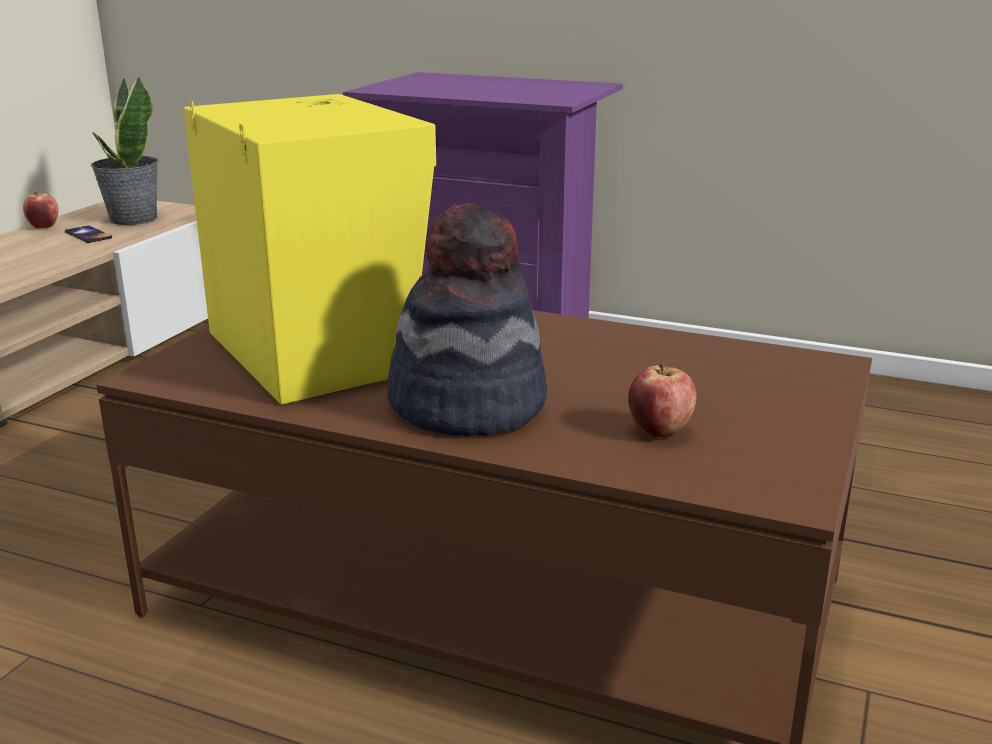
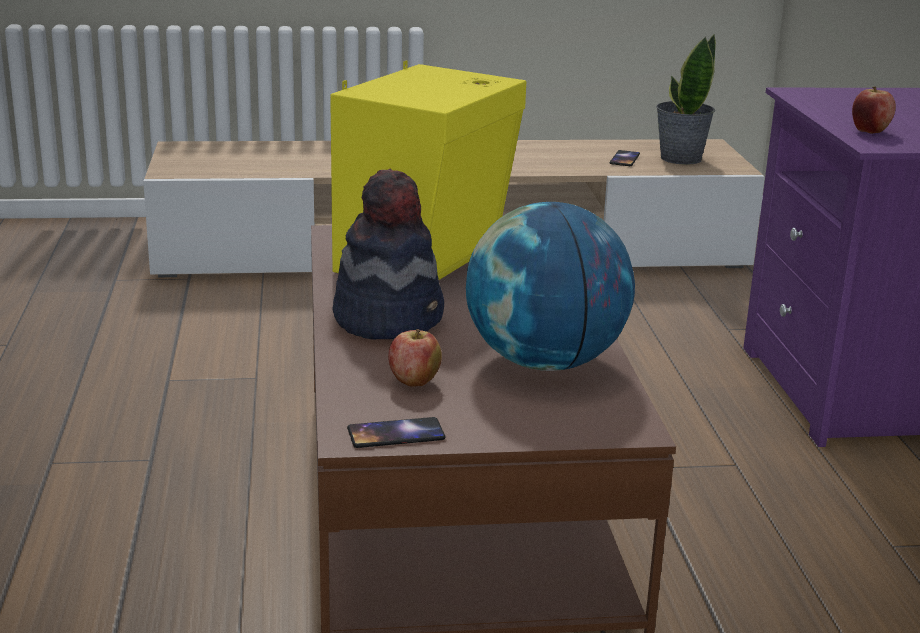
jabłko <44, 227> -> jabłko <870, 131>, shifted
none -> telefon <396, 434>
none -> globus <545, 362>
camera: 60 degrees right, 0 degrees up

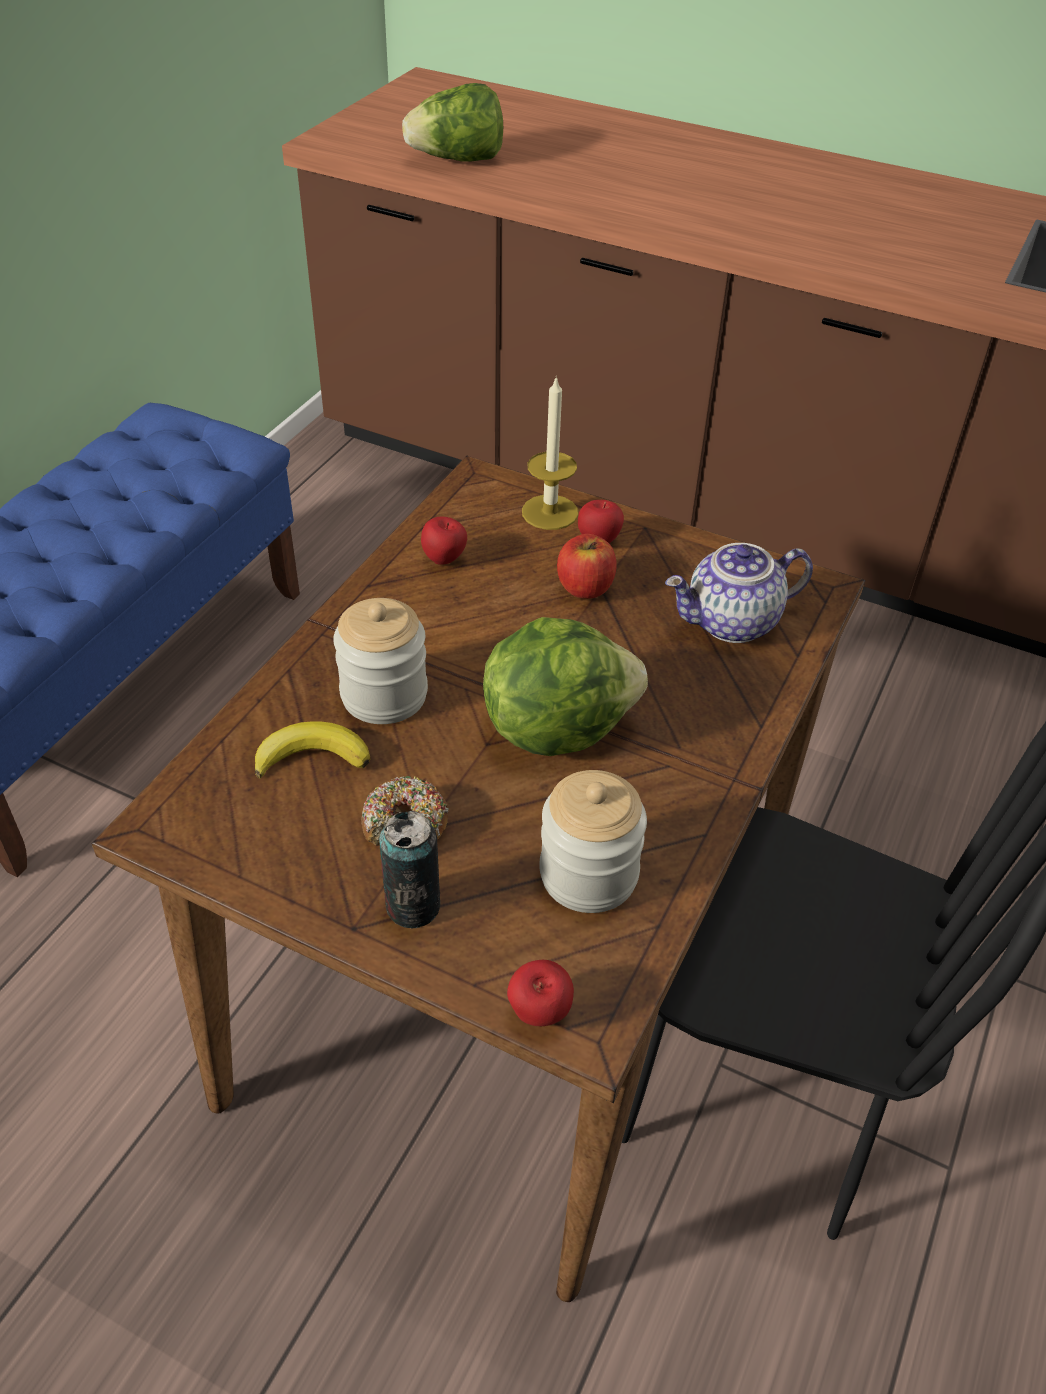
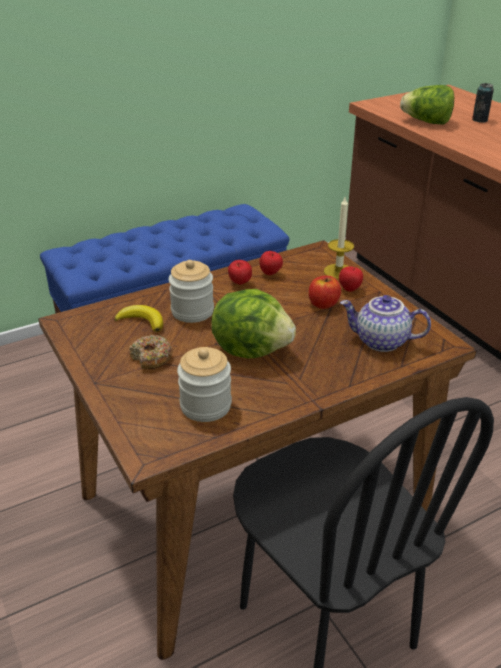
puszka <413, 906> -> puszka <479, 120>, shifted
jabłko <539, 1014> -> jabłko <239, 283>, shifted
camera: 35 degrees right, 10 degrees down

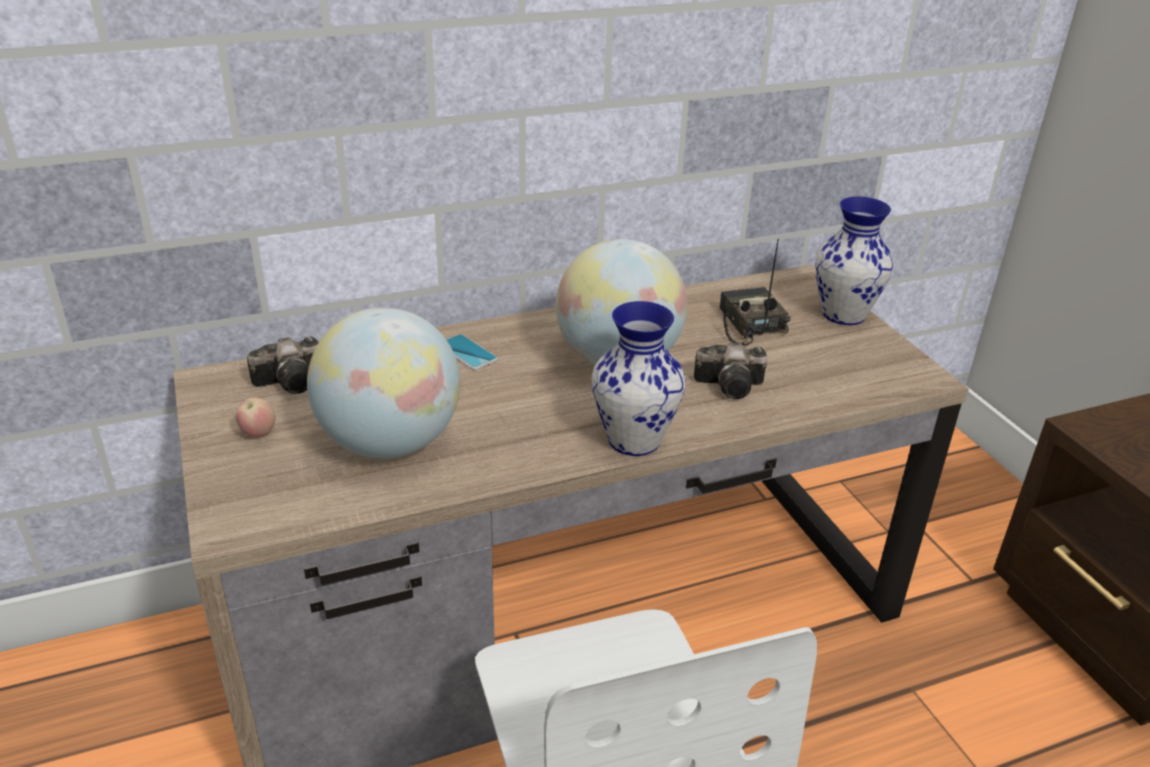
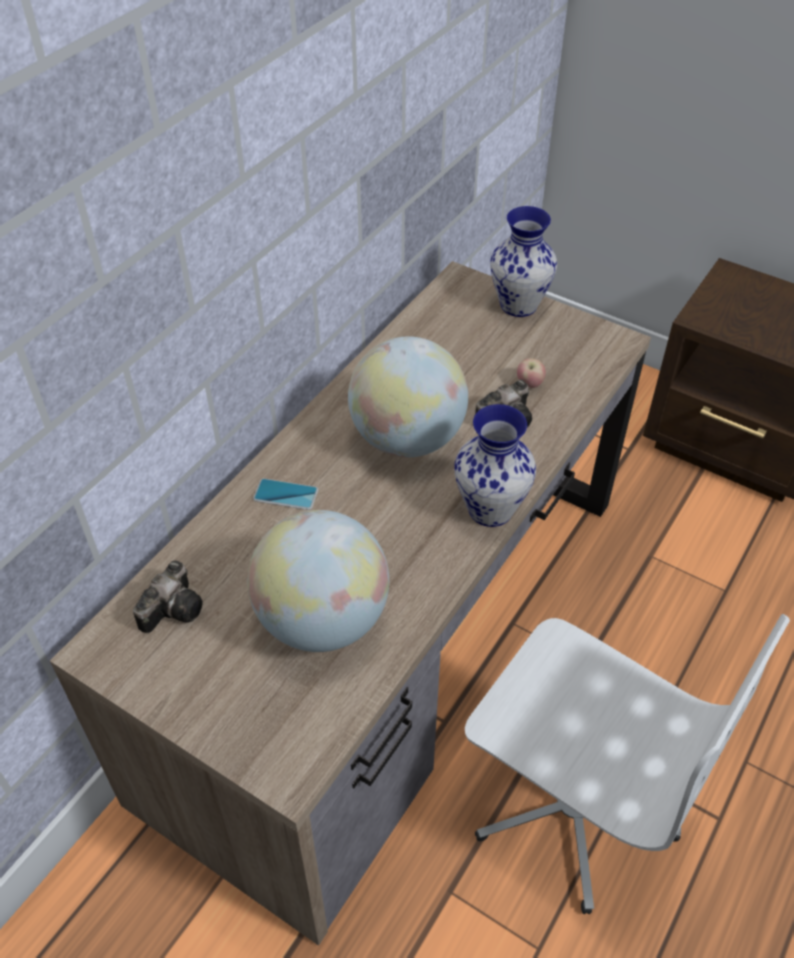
jabłko <258, 433> -> jabłko <529, 384>, shifted
radio <748, 324> -> none
camera: 35 degrees left, 15 degrees up

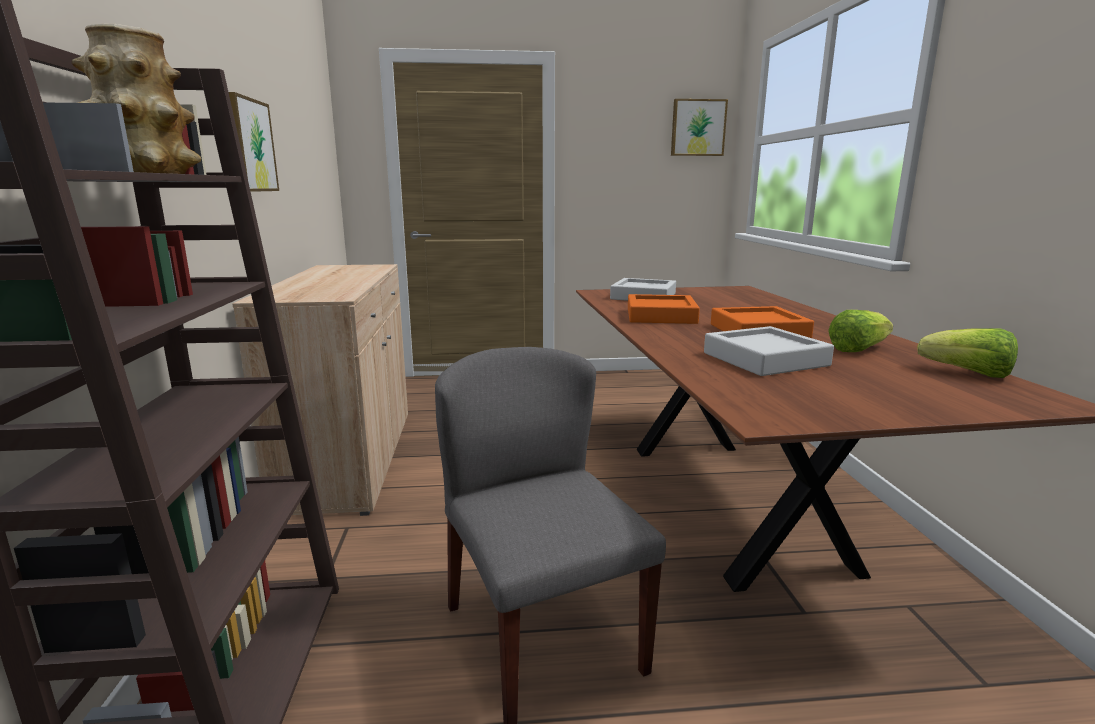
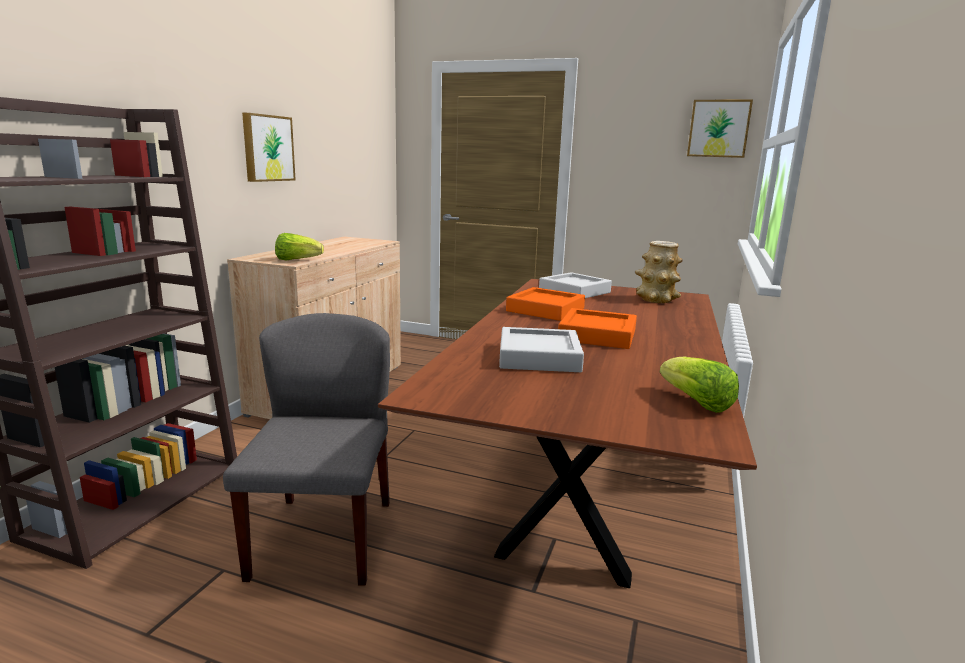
wazon <146, 173> -> wazon <655, 299>, shifted
sałata <857, 349> -> sałata <297, 260>, shifted
camera: 25 degrees right, 0 degrees up

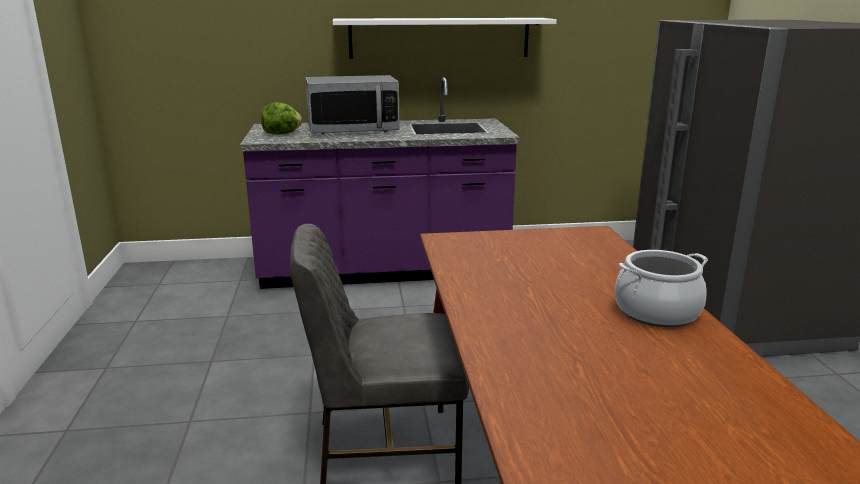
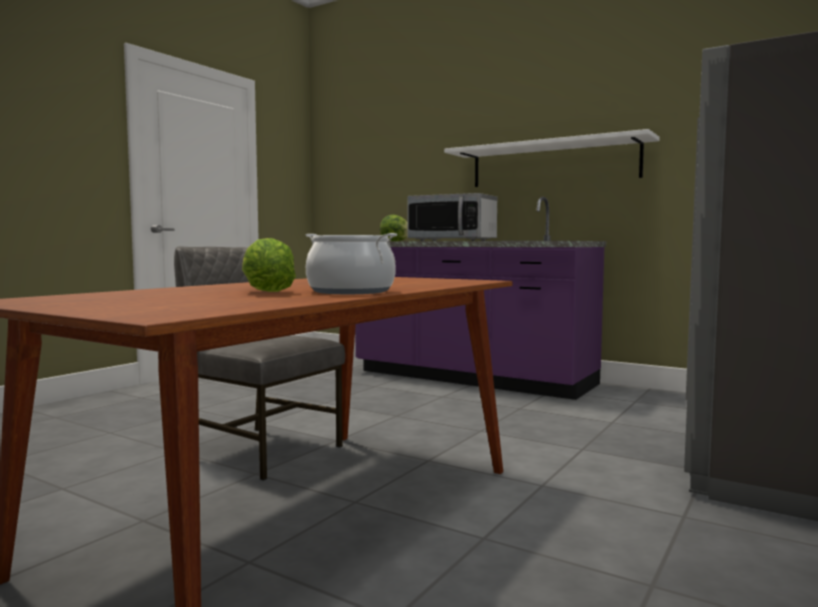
none -> sałata <267, 292>
camera: 40 degrees right, 15 degrees down

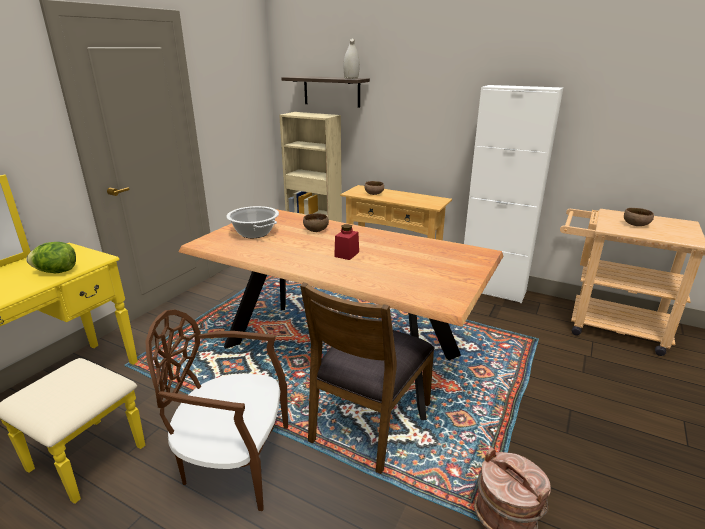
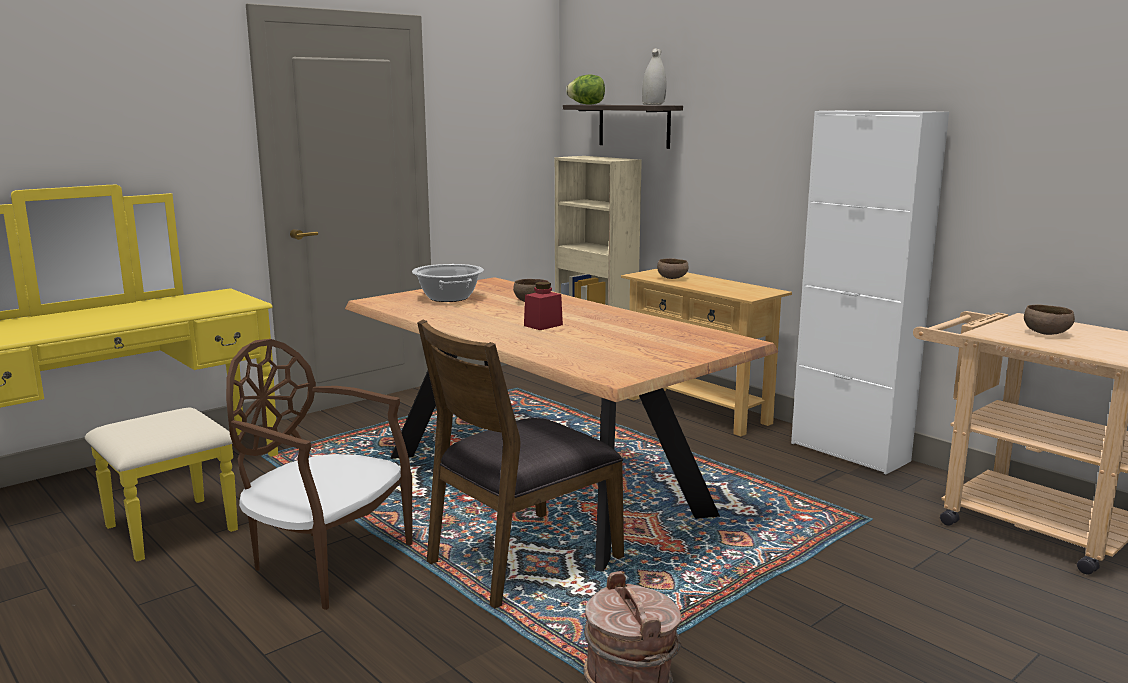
sałata <57, 271> -> sałata <586, 104>, shifted
camera: 20 degrees right, 10 degrees down

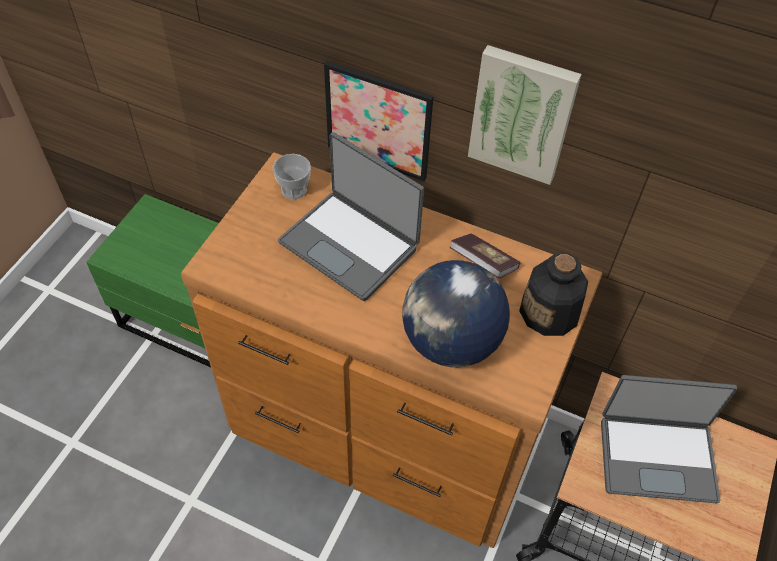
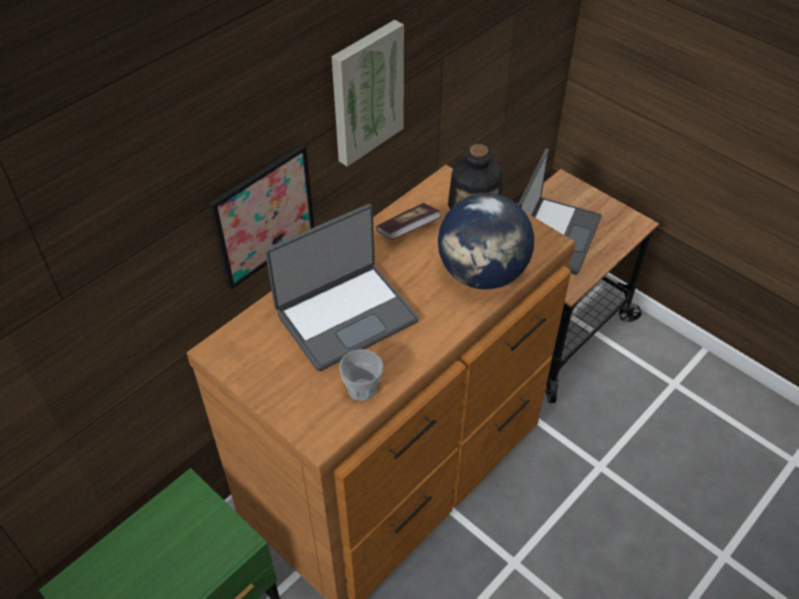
filiżanka <294, 190> -> filiżanka <362, 389>, shifted
camera: 70 degrees left, 5 degrees down

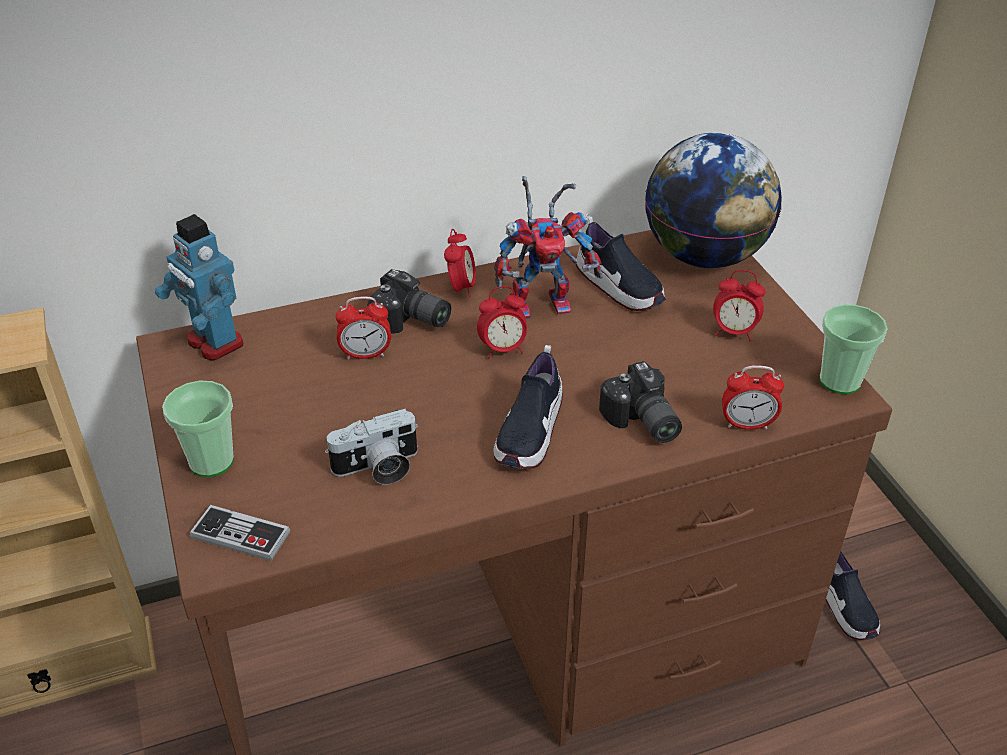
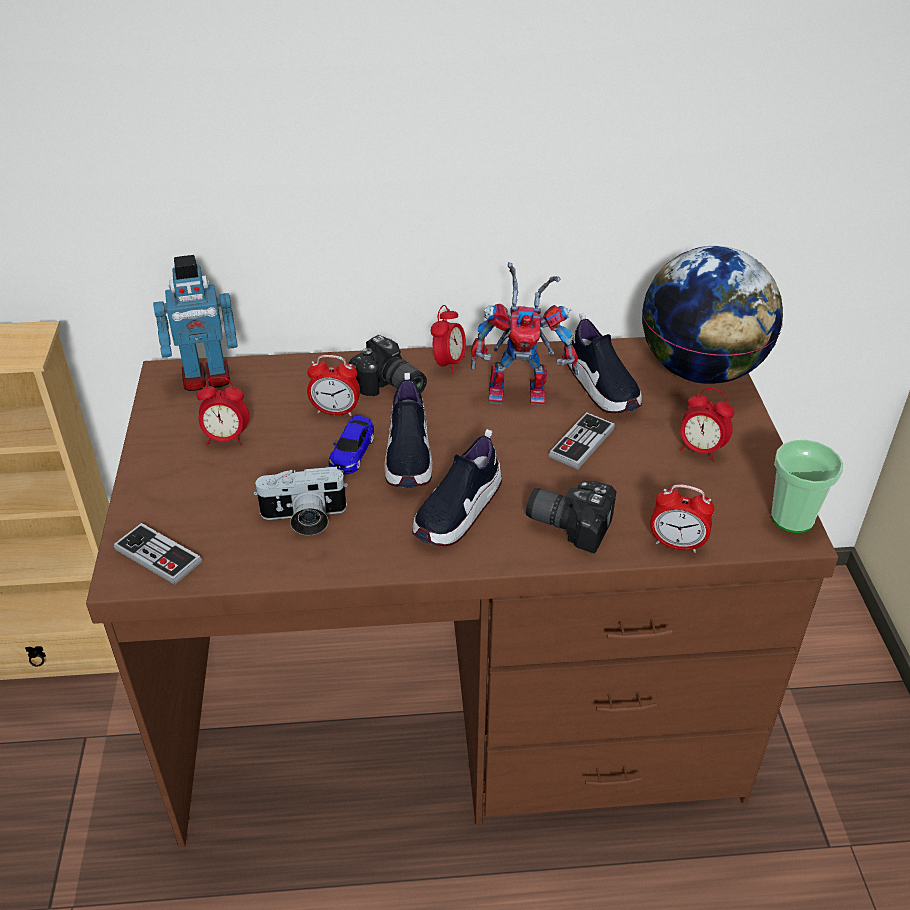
robot zabawkowy <214, 343> -> robot zabawkowy <206, 378>, 75 degrees counterclockwise
filiżanka <211, 461> -> none
budzik <503, 349> -> budzik <226, 439>, shifted
aparat fotograficzny <641, 422> -> aparat fotograficzny <570, 522>, 120 degrees clockwise
but <845, 607> -> but <408, 455>, shifted
none -> samochodzik <352, 452>
none -> pad do gier <581, 443>
camera: 15 degrees right, 0 degrees up

